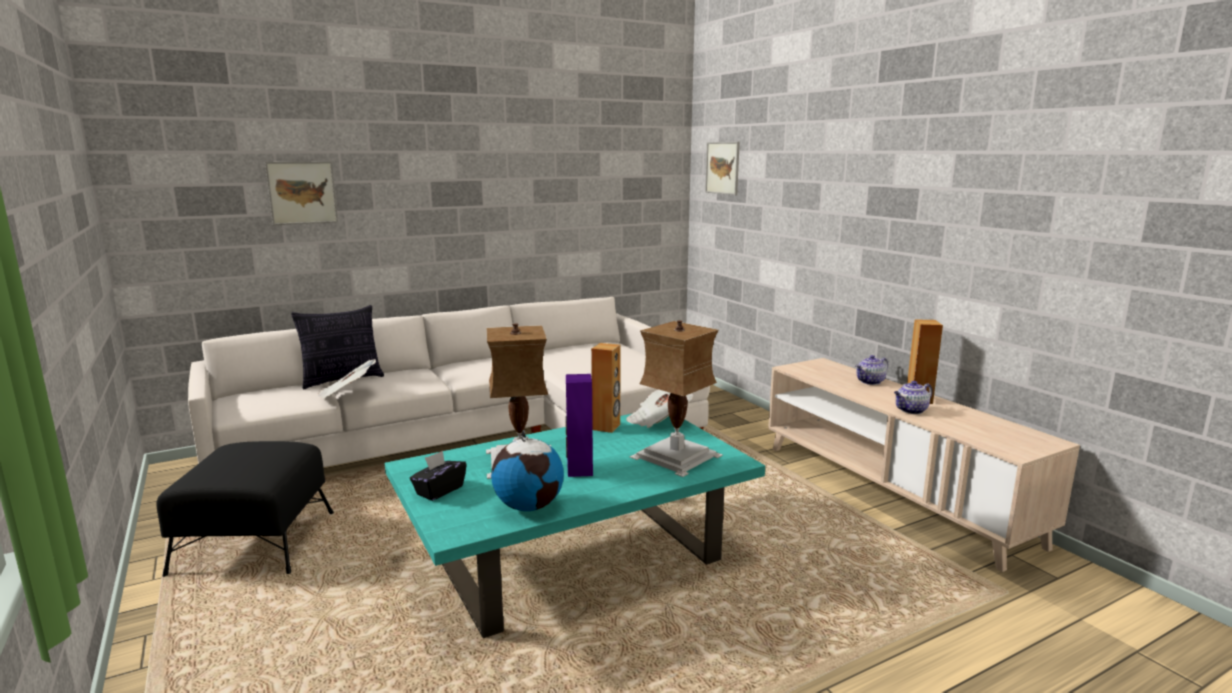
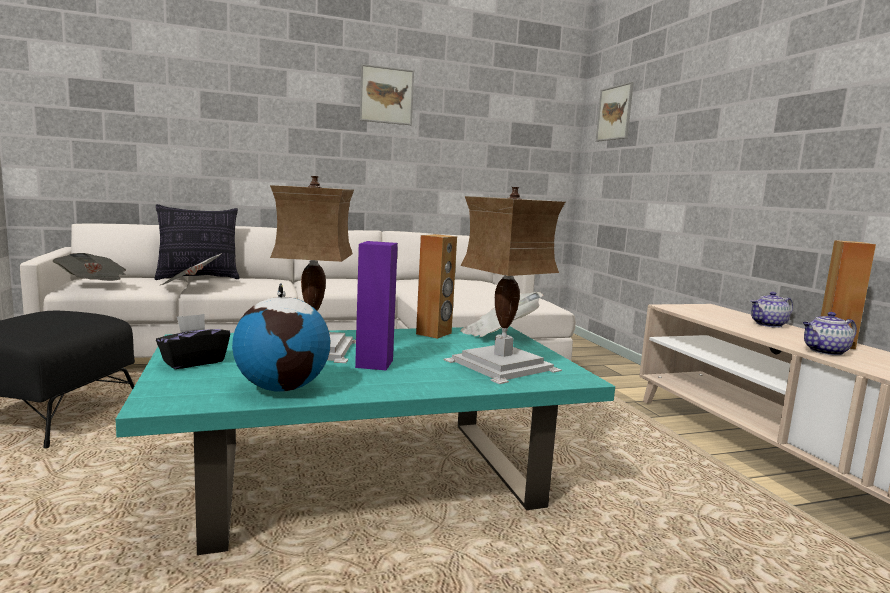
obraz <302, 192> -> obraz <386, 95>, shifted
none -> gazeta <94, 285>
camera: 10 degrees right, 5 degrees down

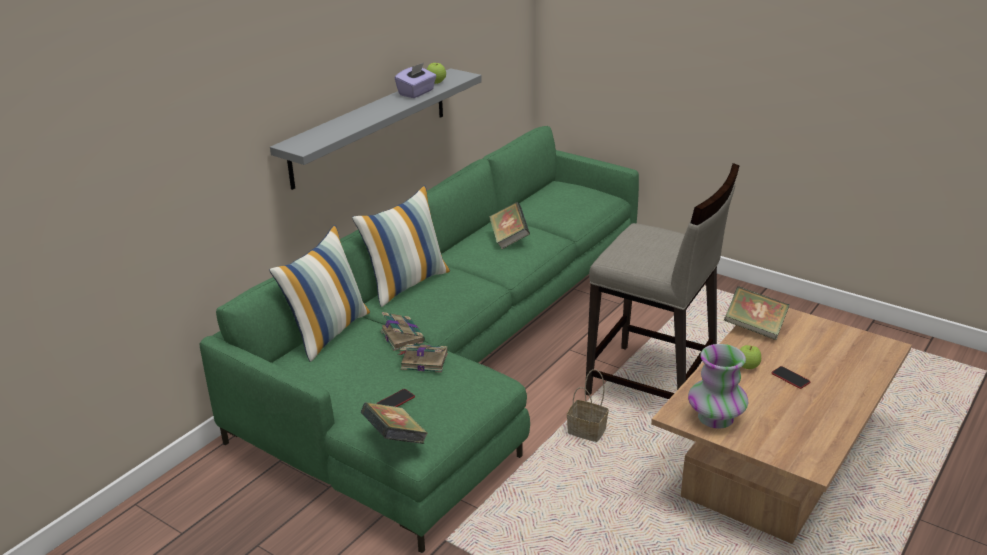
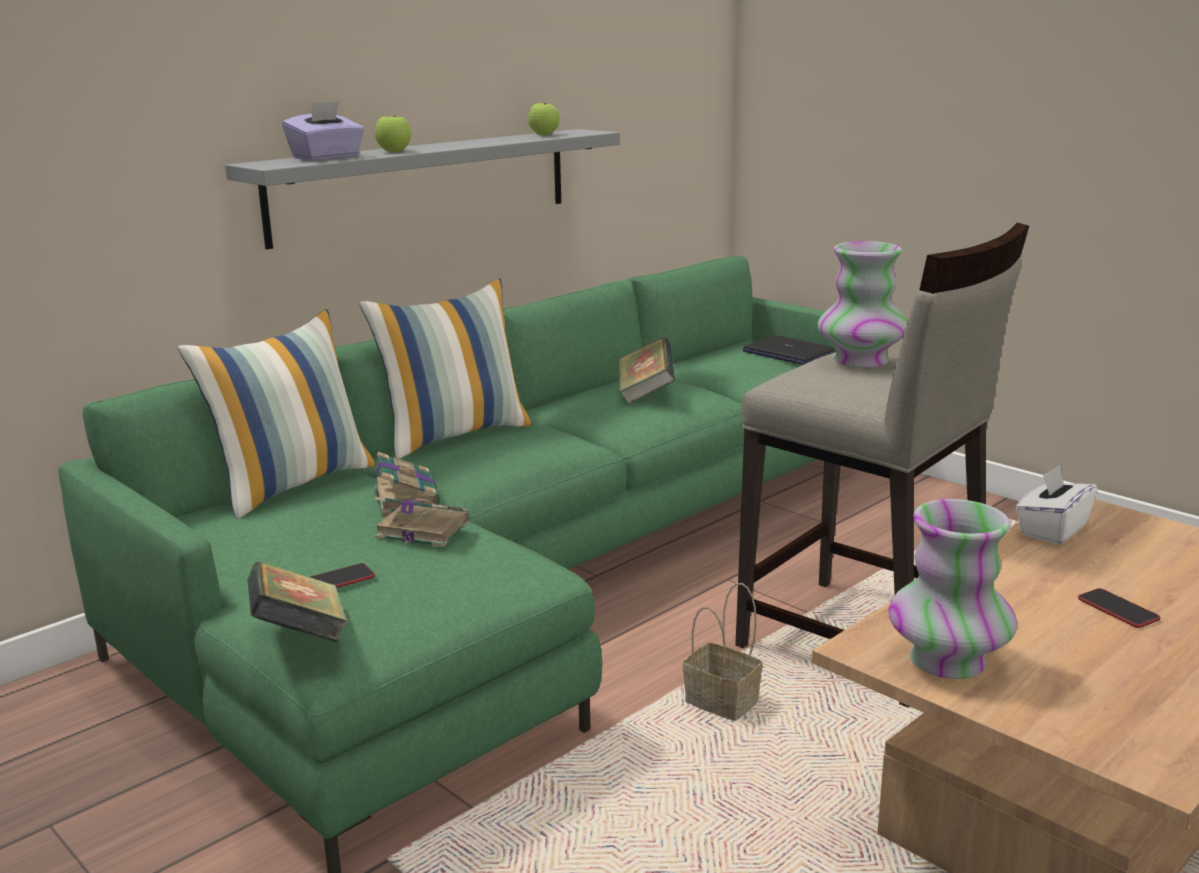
pudełko chusteczek/fioletowy <416, 93> -> pudełko chusteczek/fioletowy <327, 157>, shifted
książka <754, 328> -> pudełko chusteczek/biały <1052, 530>
jabłko <747, 367> -> jabłko <394, 151>, shifted
none -> laptop <787, 353>
none -> wazon <860, 361>
camera: 10 degrees right, 10 degrees down

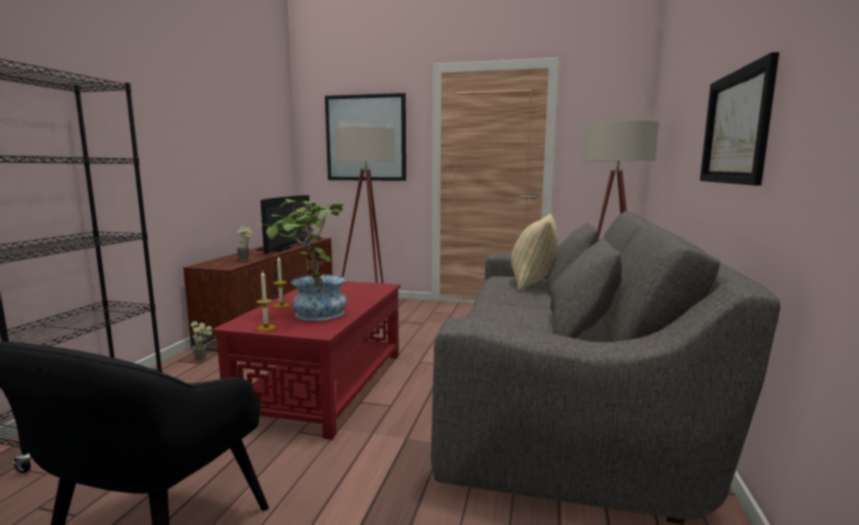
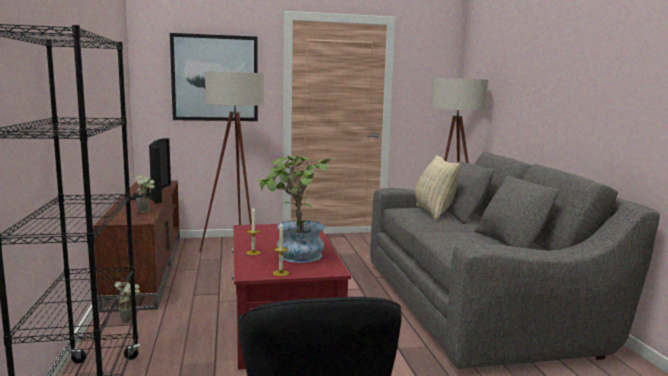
obraz <736, 127> -> none
camera: 25 degrees left, 0 degrees up

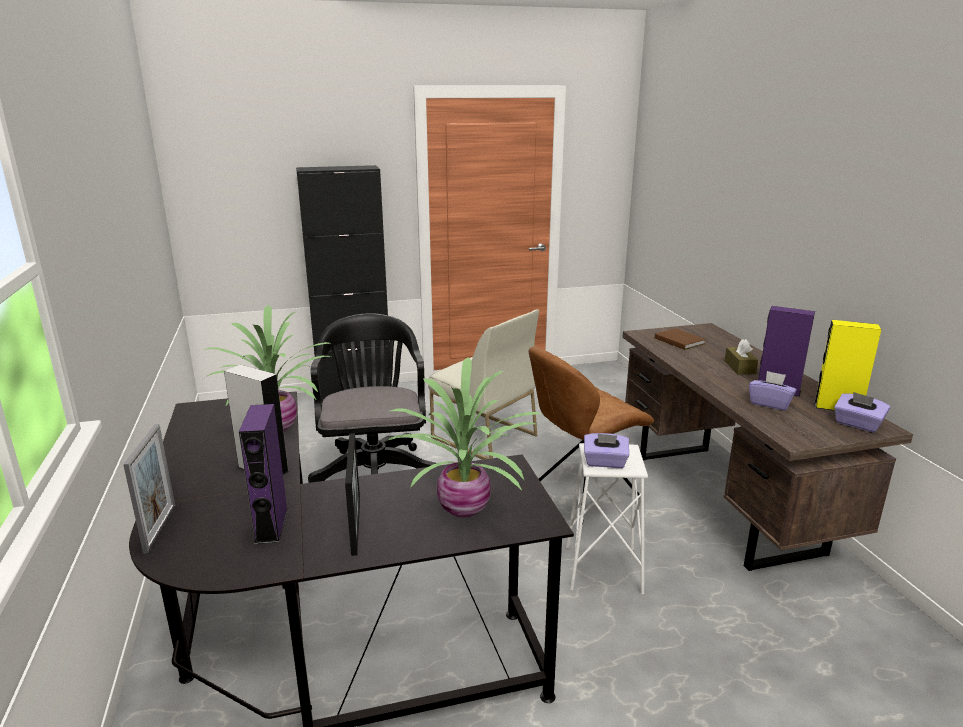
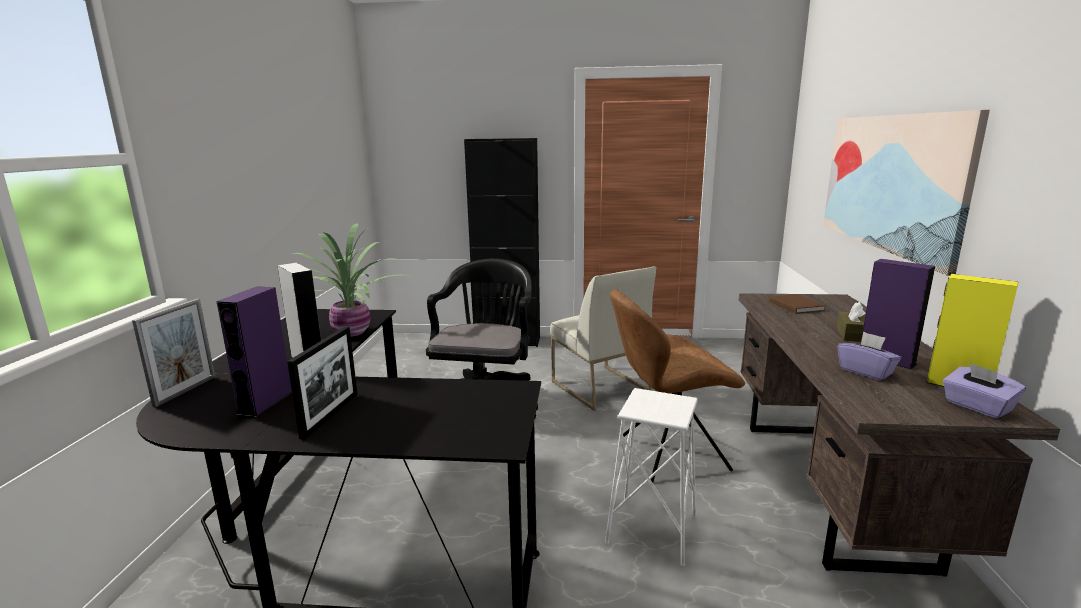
roślina doniczkowa <467, 508> -> none
pudełko chusteczek/fioletowy <605, 462> -> none
none -> obraz <888, 182>
camera: 20 degrees right, 5 degrees down

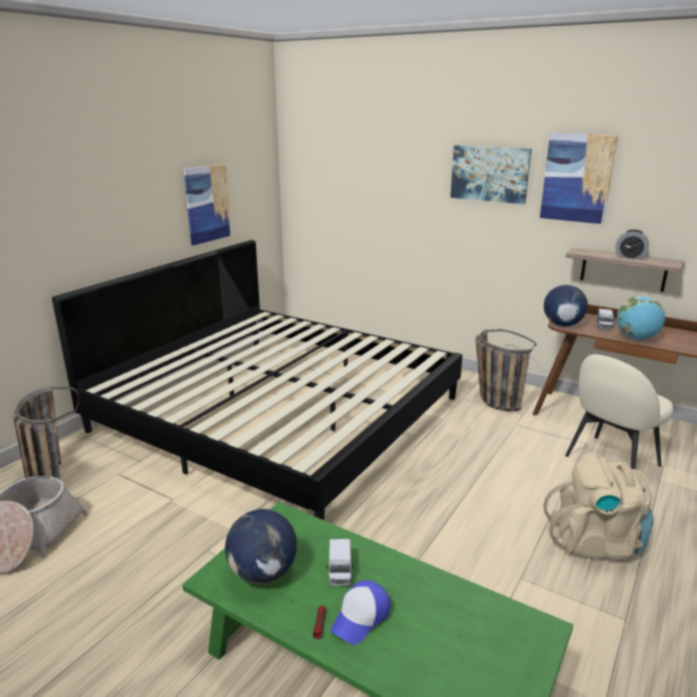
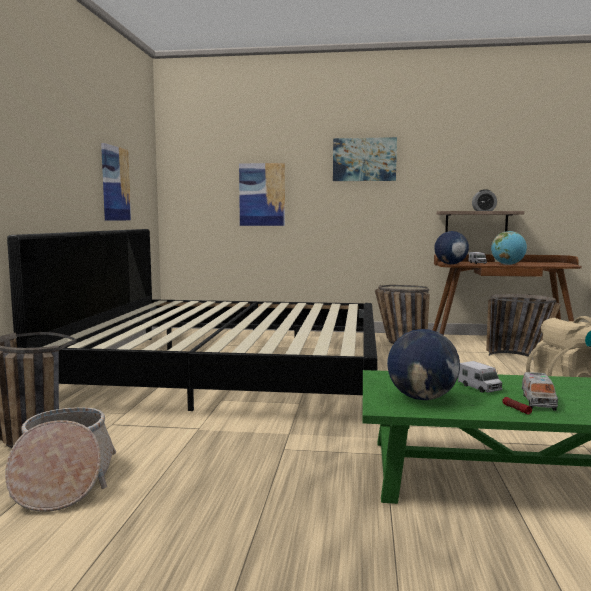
czapka z daszkiem <361, 618> -> ciężarówka zabawkowa <538, 401>
obraz <577, 178> -> obraz <262, 194>, shifted
krzesło/beżowy <610, 461> -> koszyk <521, 357>
camera: 25 degrees left, 15 degrees down

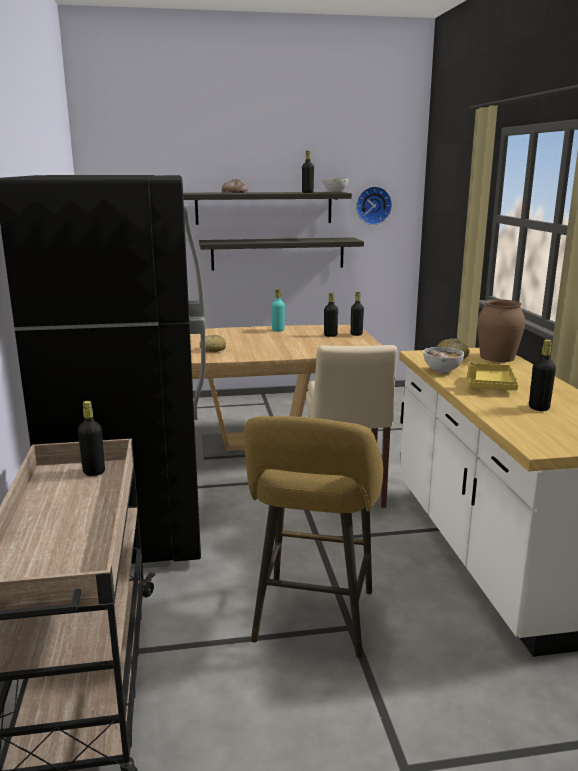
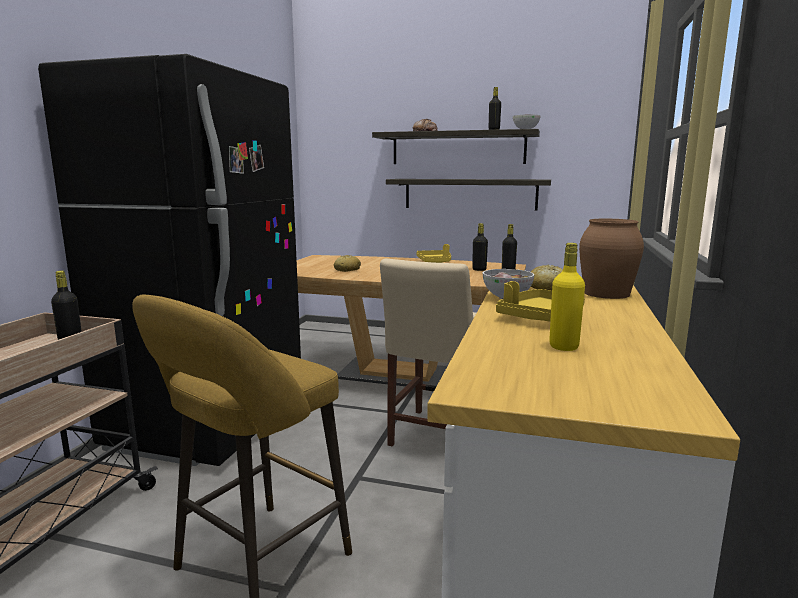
butelka/turkusowy <278, 330> -> taca/żółty <435, 262>
zegar ścienny <373, 205> -> none
butelka/czarny <539, 408> -> butelka/żółty <563, 347>
camera: 25 degrees right, 5 degrees down

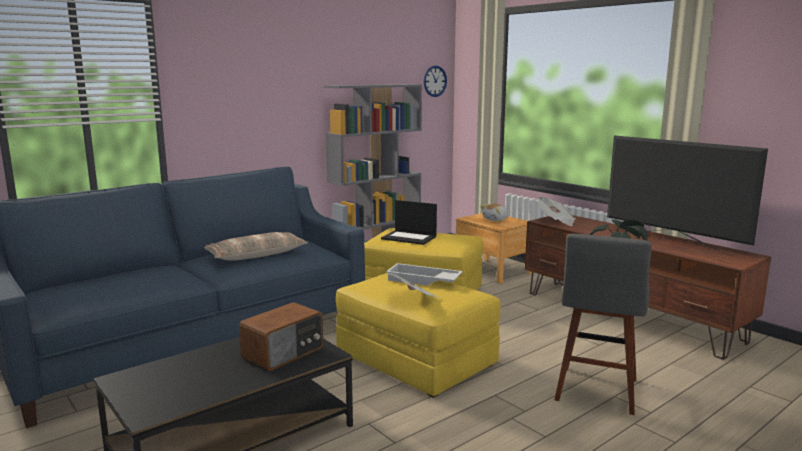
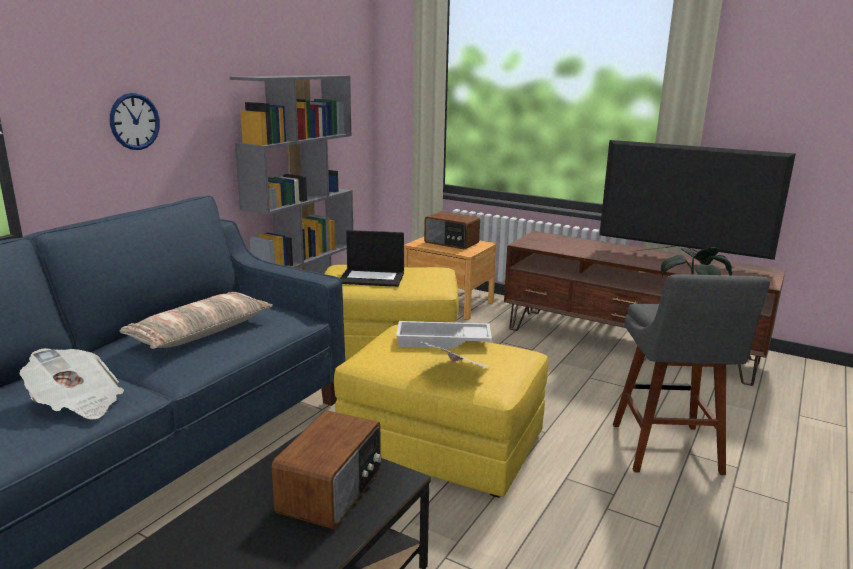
zegar ścienny <435, 81> -> zegar ścienny <134, 121>, shifted
pluszak <496, 219> -> radio <451, 243>
gazeta <556, 222> -> gazeta <77, 403>, shifted
camera: 20 degrees left, 5 degrees up

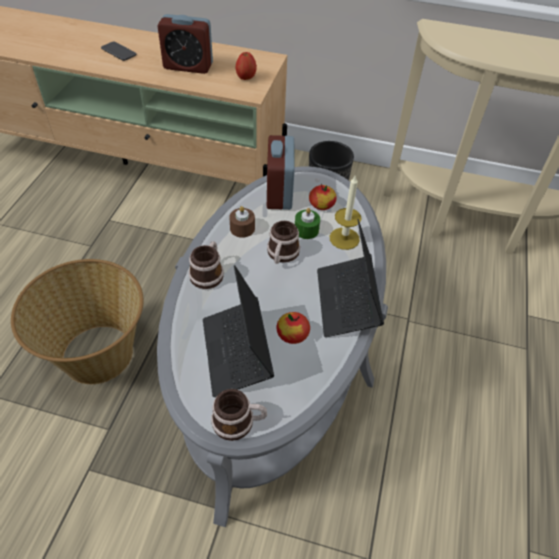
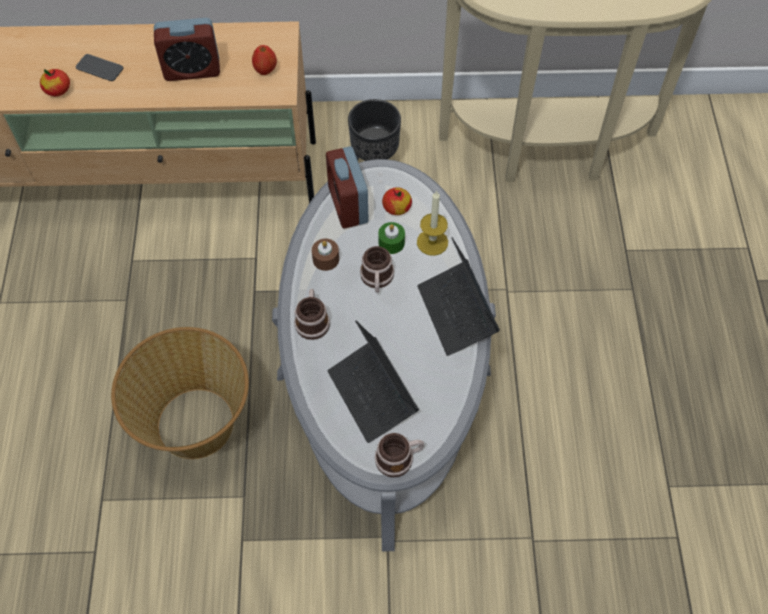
jabłko <292, 335> -> jabłko <58, 90>, shifted
camera: 15 degrees left, 10 degrees up

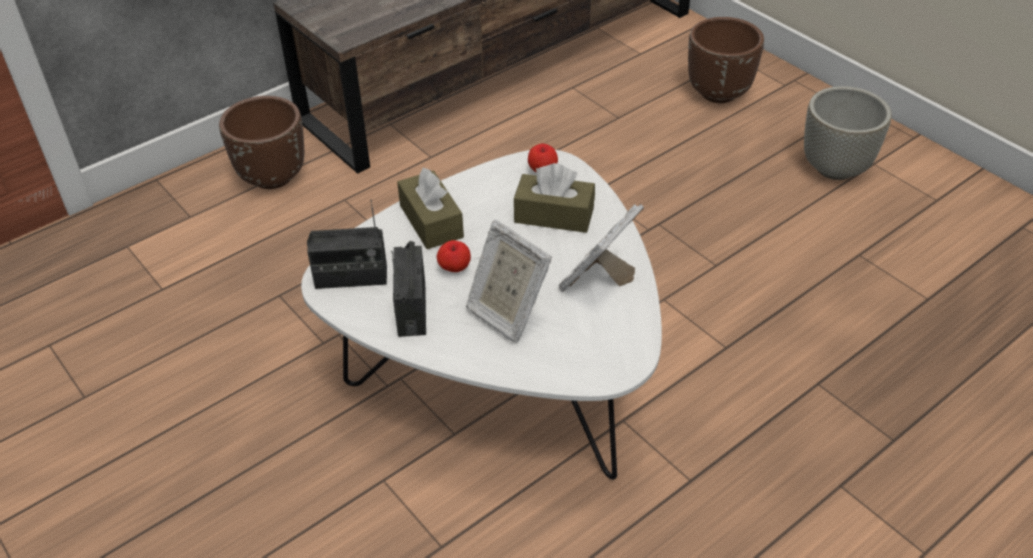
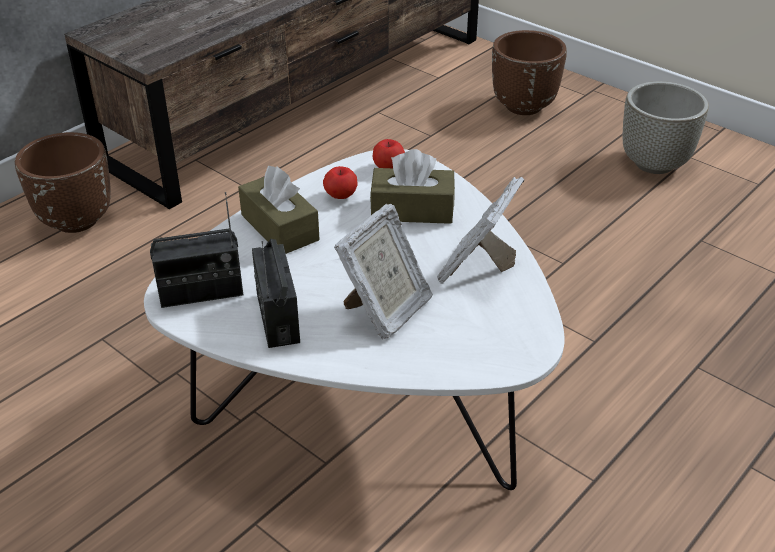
jabłko <454, 268> -> jabłko <340, 196>, shifted
ramka na zdjęcie <506, 312> -> ramka na zdjęcie <385, 310>, 90 degrees counterclockwise
camera: 10 degrees left, 5 degrees down

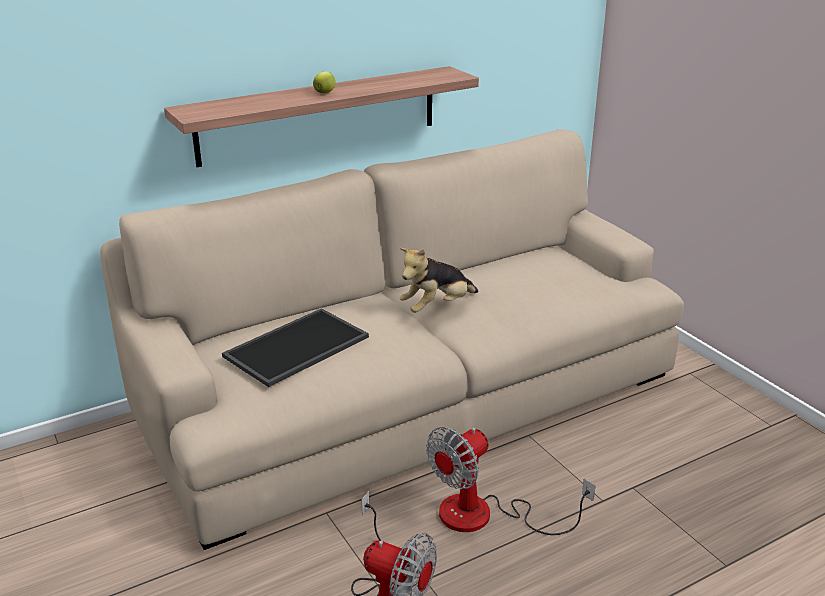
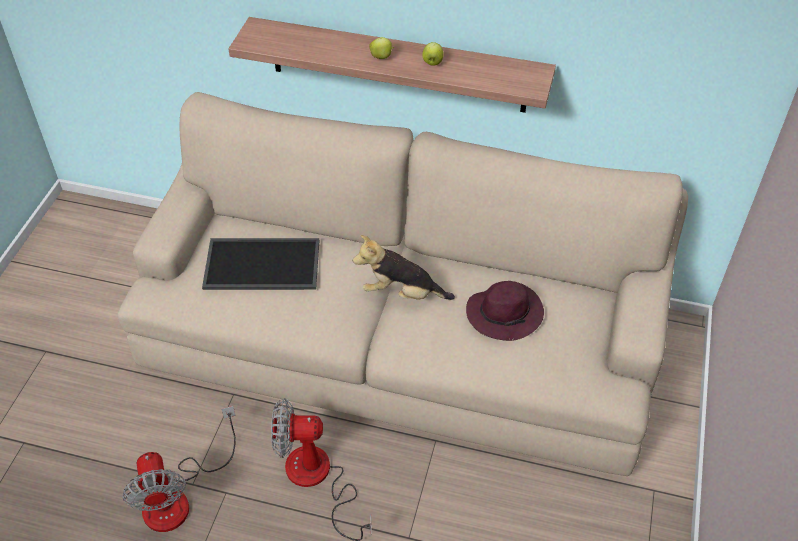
none -> jabłko <432, 63>
none -> kapelusz/fioletowy <505, 313>
camera: 45 degrees right, 20 degrees up

